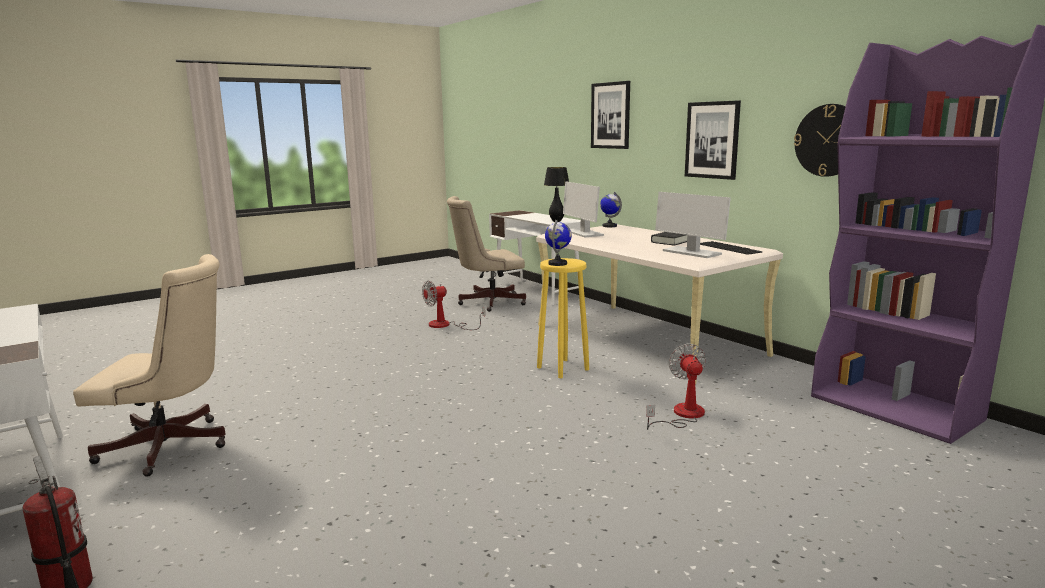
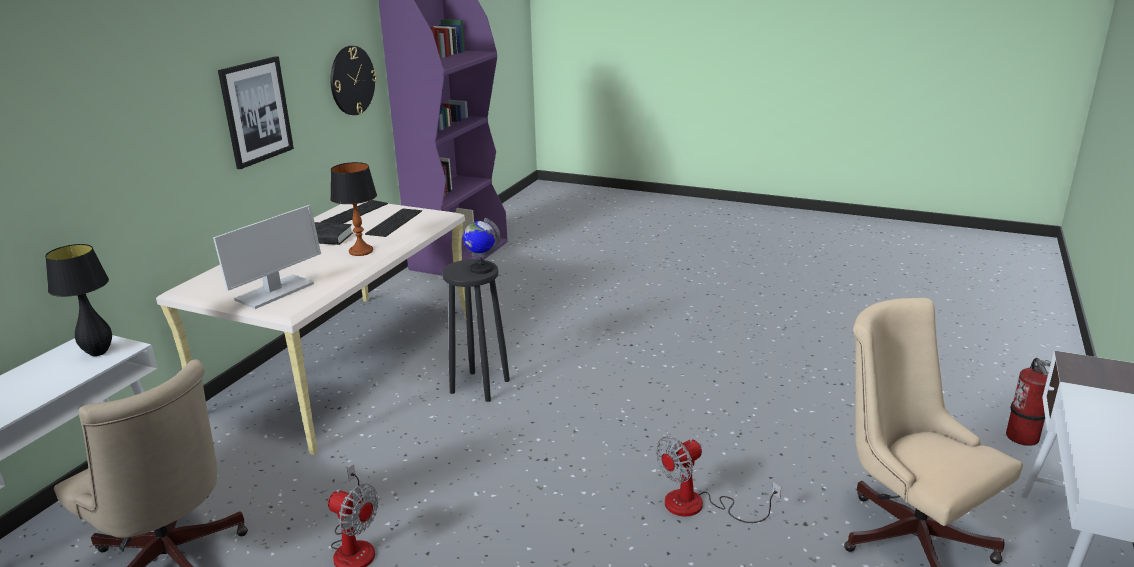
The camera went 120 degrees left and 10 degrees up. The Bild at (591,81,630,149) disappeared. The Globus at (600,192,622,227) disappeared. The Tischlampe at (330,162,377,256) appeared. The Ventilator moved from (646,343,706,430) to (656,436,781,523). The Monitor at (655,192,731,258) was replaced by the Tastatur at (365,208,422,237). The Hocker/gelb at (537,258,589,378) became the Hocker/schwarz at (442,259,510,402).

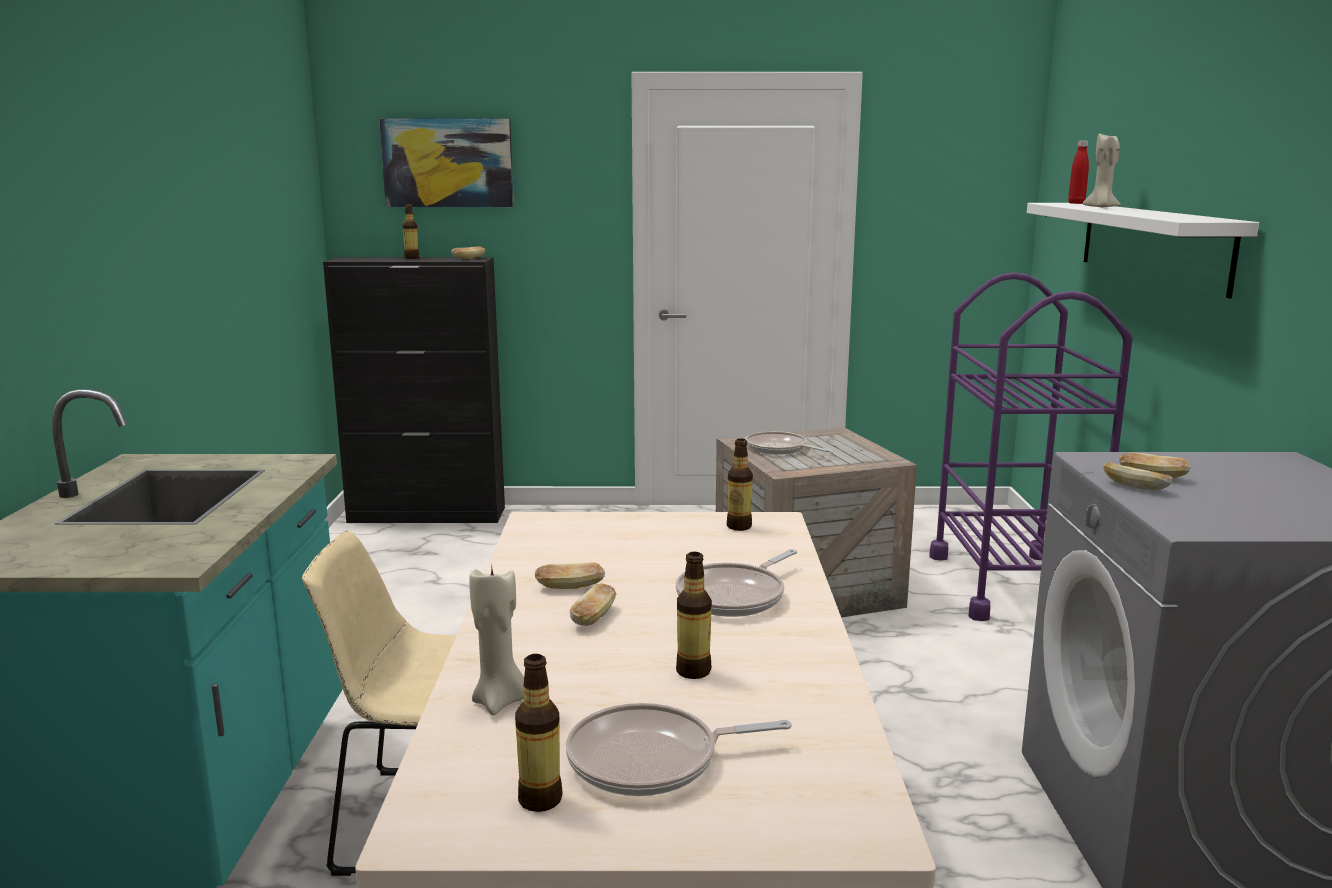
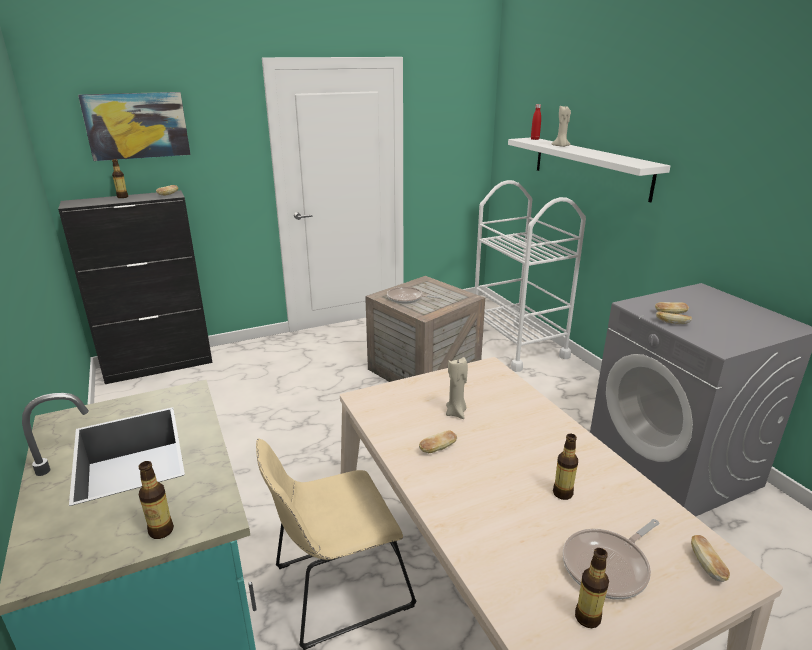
The camera went 25 degrees left and 10 degrees up. The Pfanne at (676,549,797,617) disappeared. The Kerze/beige moved from (469,566,524,715) to (446,357,468,419). The Brot moved from (570,583,616,626) to (691,535,730,582). The Flasche moved from (727,438,753,531) to (139,461,174,539). The Rollwagen/lila at (929,272,1133,621) became the Rollwagen/weiß at (474,180,586,372).

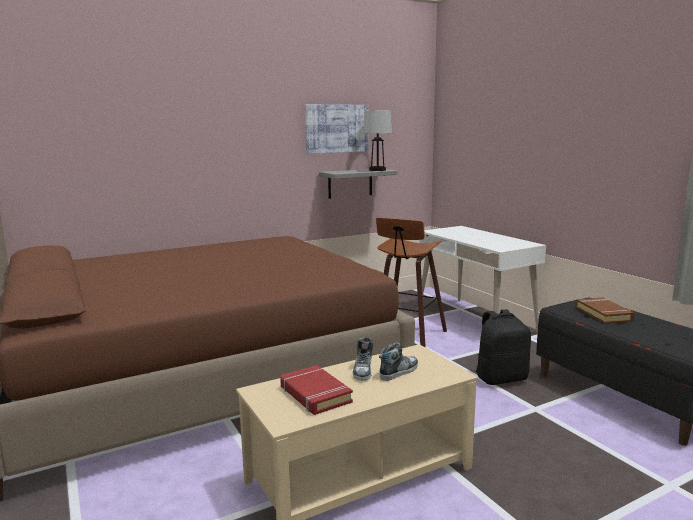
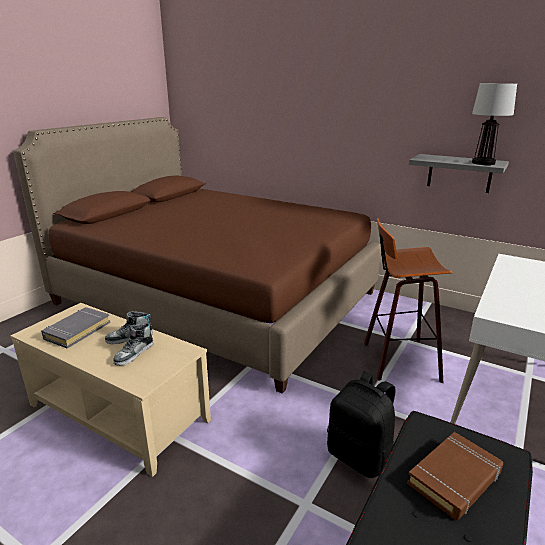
The camera went 60 degrees right and 10 degrees up. The Bild at (305,104,369,154) disappeared. The Buch/rot at (280,365,353,415) became the Buch/grau at (41,307,110,348). The Schuh at (379,343,418,381) turned 105 degrees clockwise.

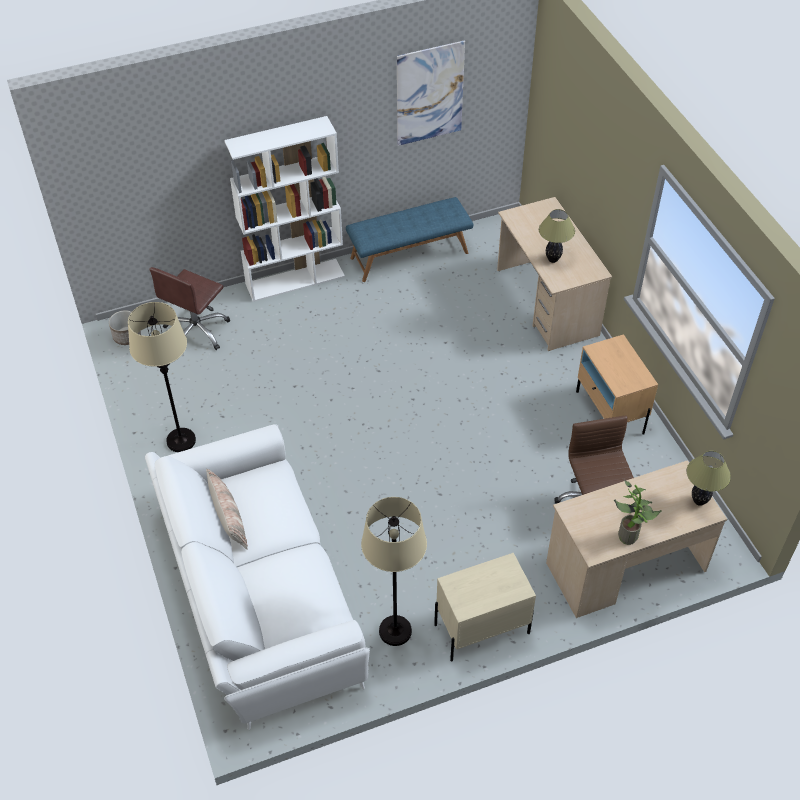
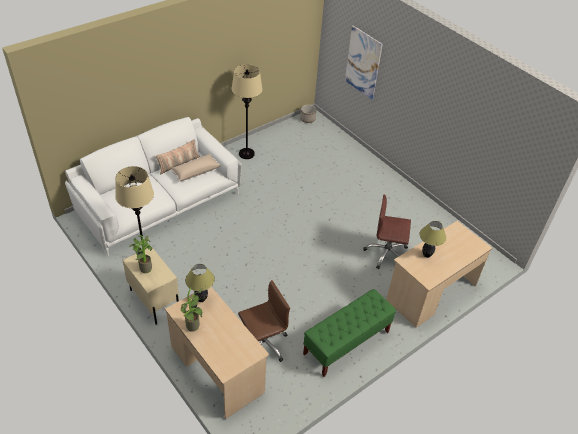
The camera went 70 degrees right and 5 degrees down. The Bücherregal/weiß at (224,116,345,302) disappeared. The Bank/blau at (346,197,473,282) disappeared. The Topfpflanze at (129,235,152,273) appeared. The Kissen/beige at (171,154,221,181) appeared. The Bürostuhl/braun moved from (149,267,230,350) to (364,195,411,269). The Bild moved from (397,41,465,146) to (345,25,383,100). The Tischlampe moved from (687,451,731,506) to (185,264,215,302). The Nachttisch/beige at (576,334,658,435) was replaced by the Bank/grün at (303,289,396,377).

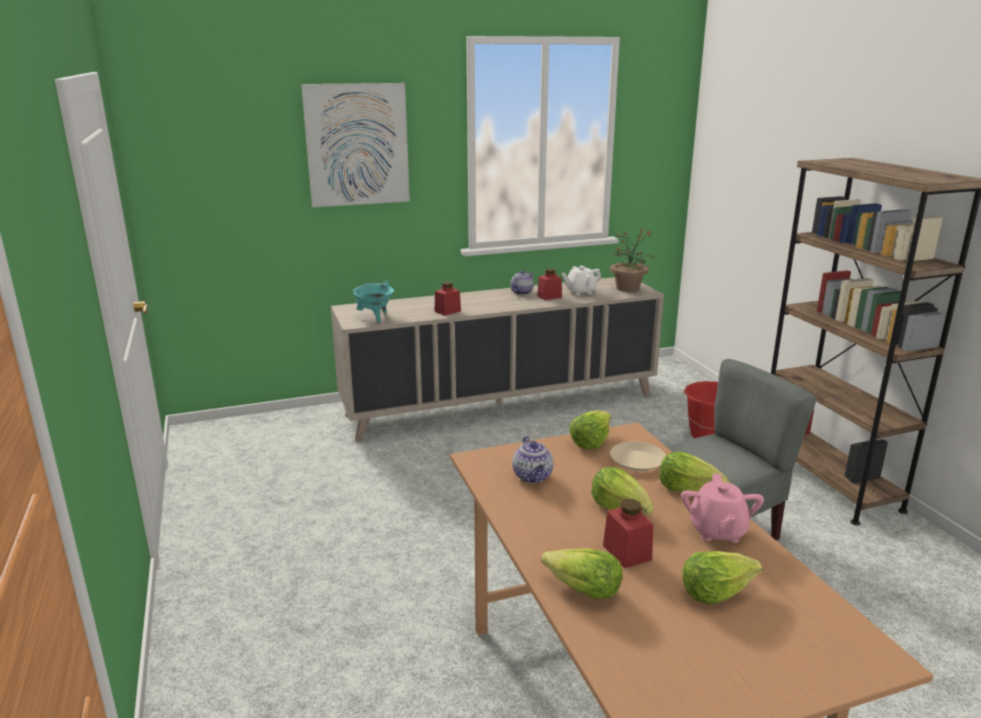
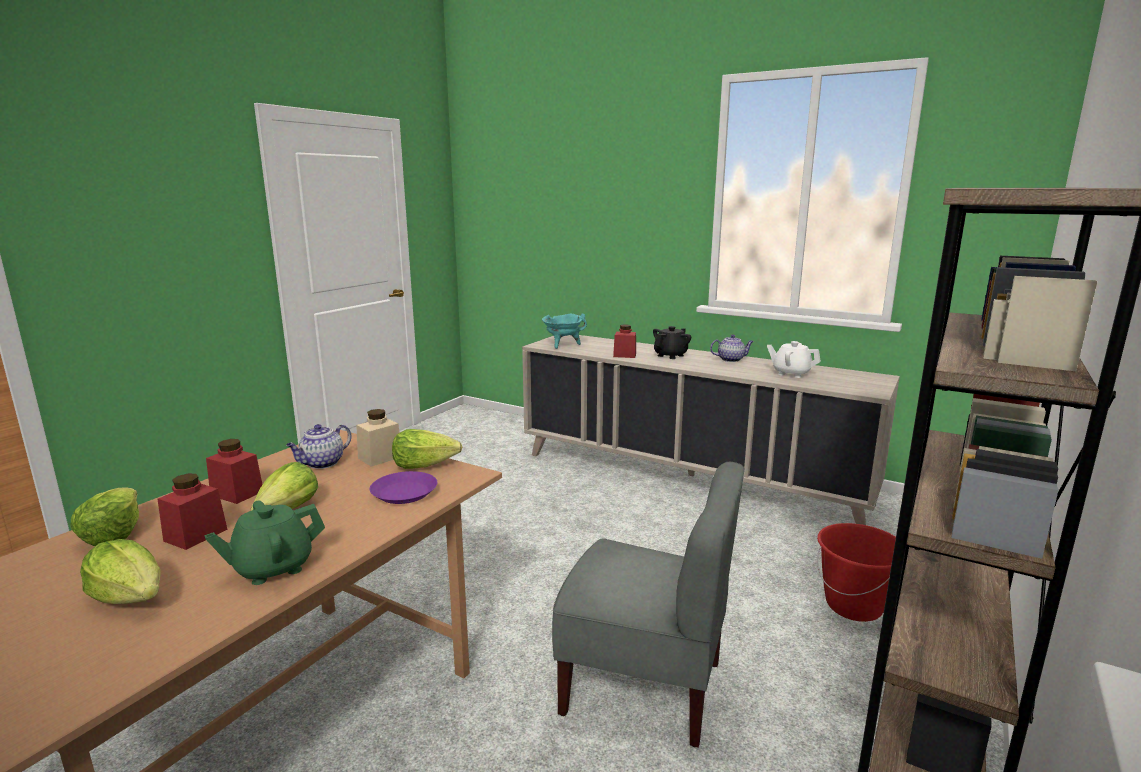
The camera went 50 degrees right and 5 degrees down. The Bild at (301,83,410,207) disappeared. The Topfpflanze at (610,228,654,292) disappeared. The Salatkopf at (659,451,729,492) disappeared. The Vorratsglas/beige at (356,409,400,467) appeared. The Teekanne/schwarz at (653,326,691,359) appeared. The Vorratsglas/rot moved from (537,269,562,300) to (206,439,263,504). The Teller/beige at (610,441,666,471) became the Teller/lila at (370,471,437,504). The Teekanne/rosa at (681,473,764,543) became the Teekanne/grün at (204,500,325,585).

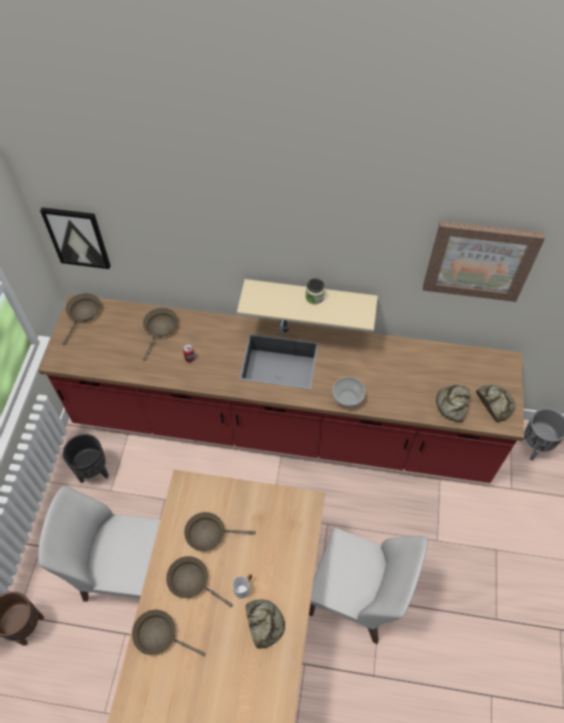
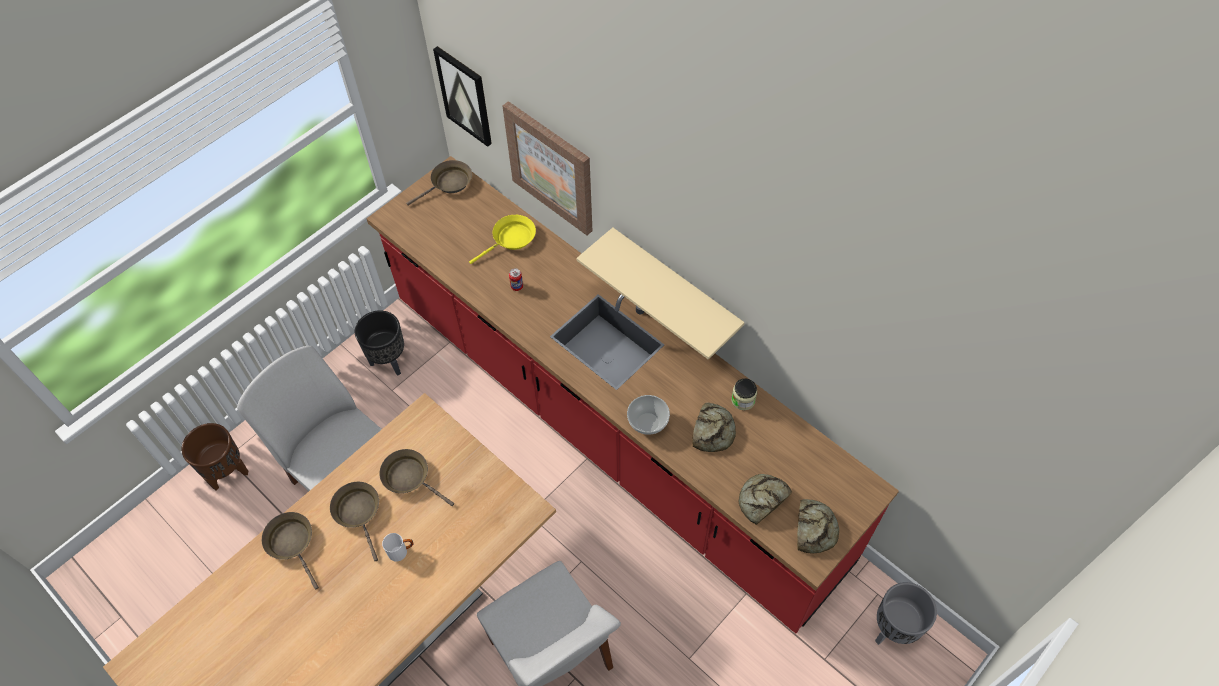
The camera went 35 degrees right and 0 degrees up. The Brot moved from (246,599,285,649) to (692,403,736,452). The Vorratsglas moved from (306,278,325,304) to (731,378,757,410). The Bild moved from (423,221,545,302) to (502,101,592,235). The Pfanne/braun at (143,308,178,361) became the Pfanne/gelb at (469,215,536,264).

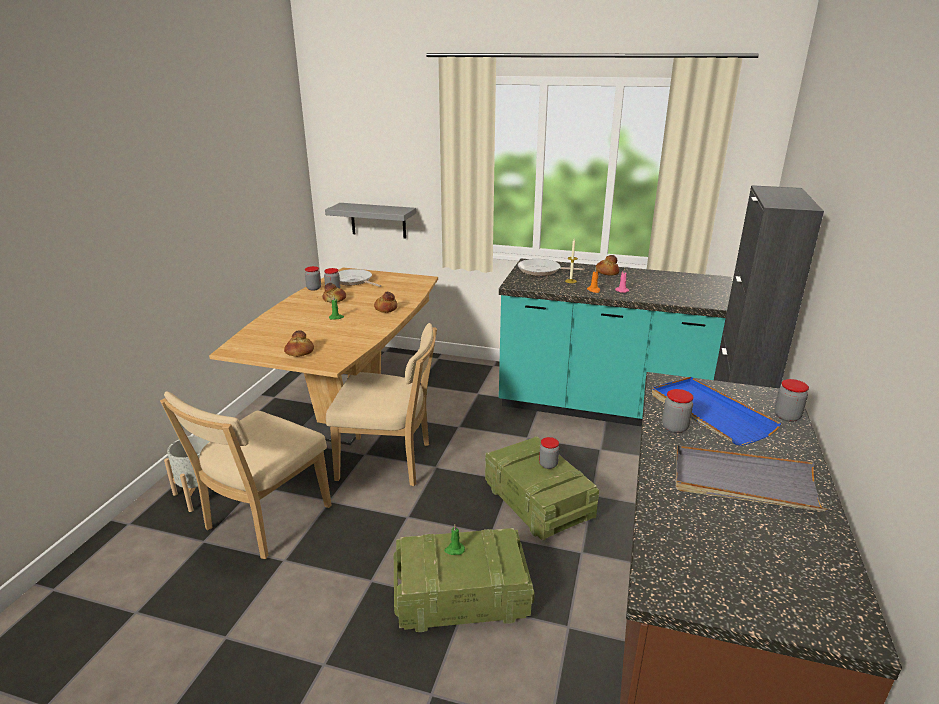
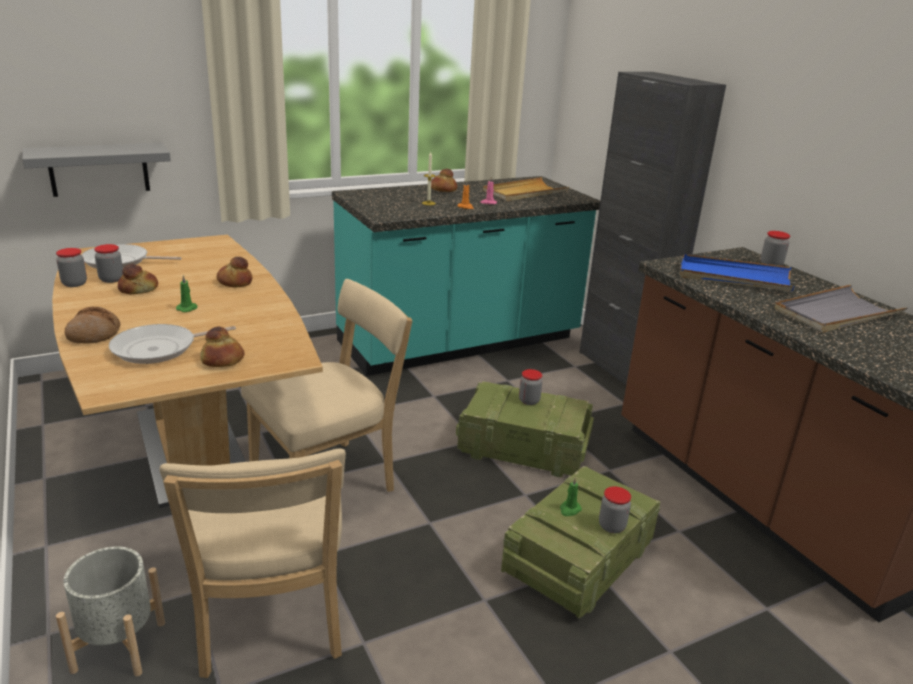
The camera went 45 degrees left and 0 degrees up. The Brot at (65,307,120,344) appeared. The Tablett/beige at (483,177,569,201) appeared. The Pfanne moved from (518,259,585,276) to (109,324,236,364). The Vorratsglas moved from (662,389,694,433) to (599,486,631,533).

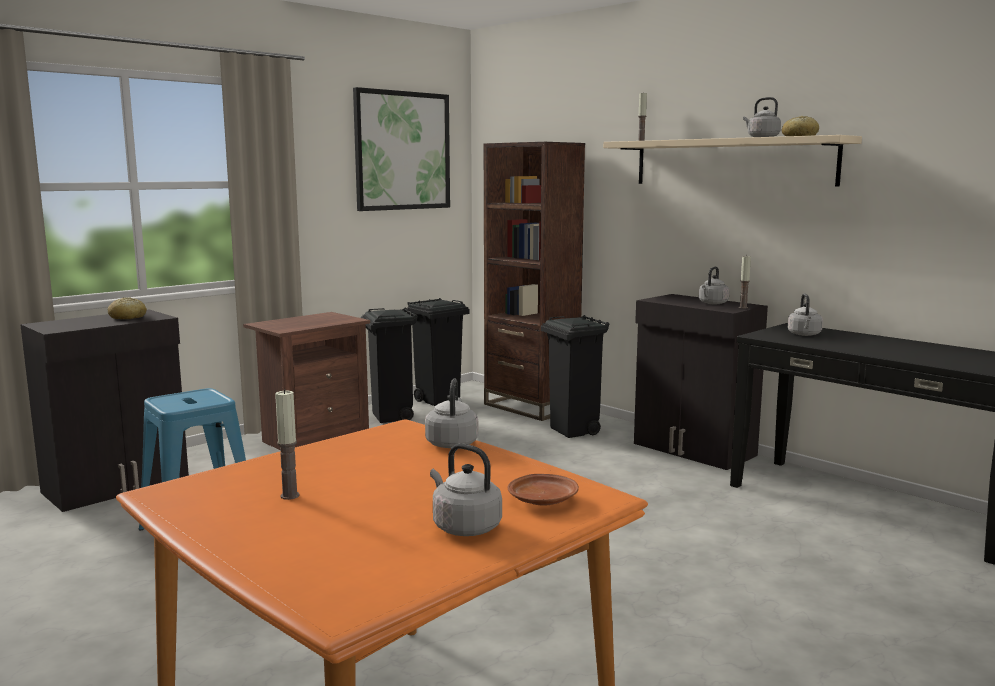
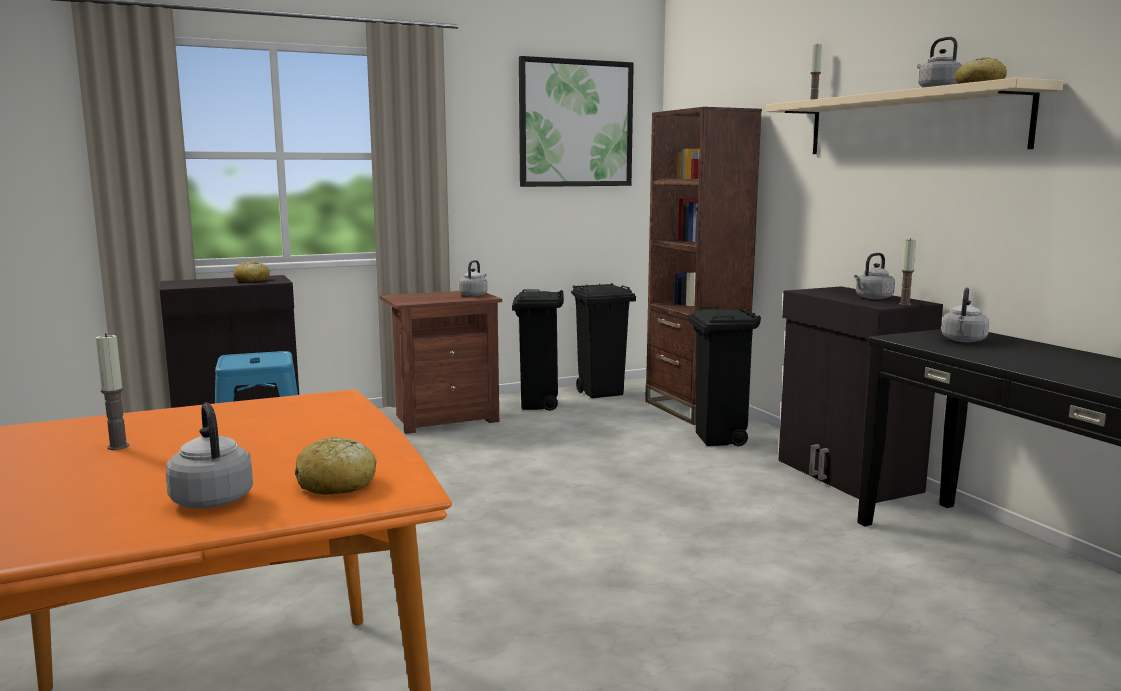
The camera went 20 degrees right and 0 degrees up. The Wasserkessel/grau moved from (425,378,478,448) to (459,260,487,297). The Teller/braun at (508,474,579,506) was replaced by the Brot at (295,436,376,495).

